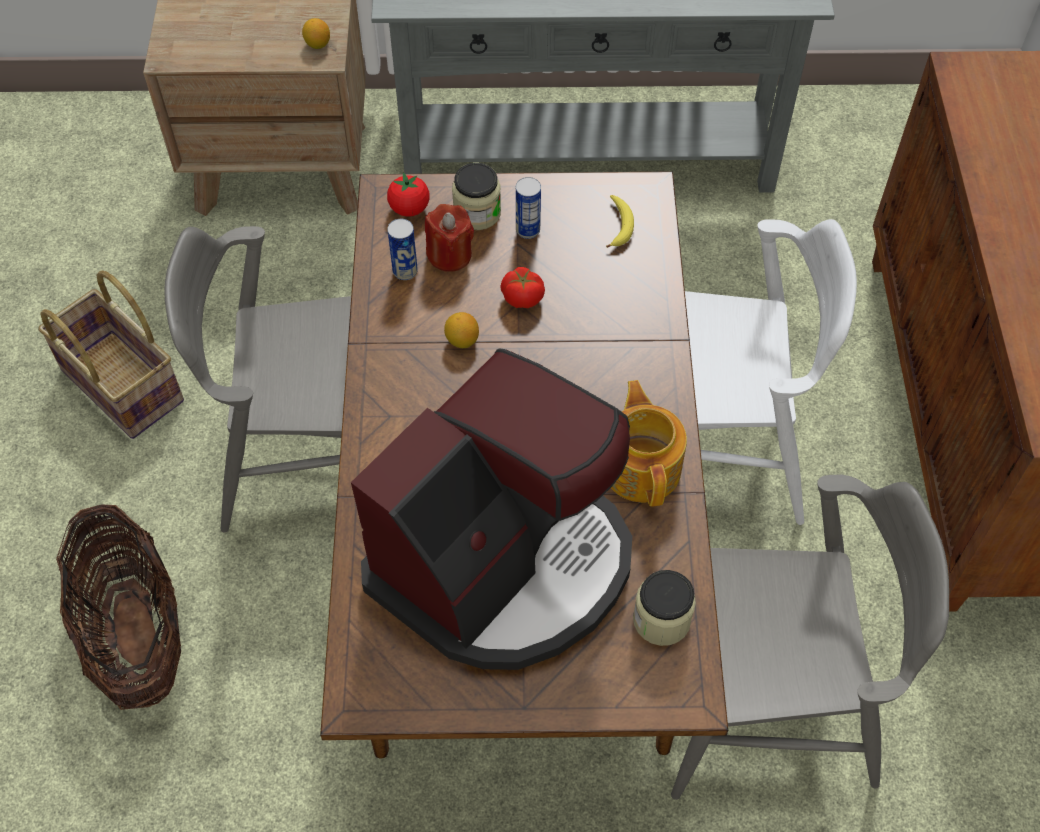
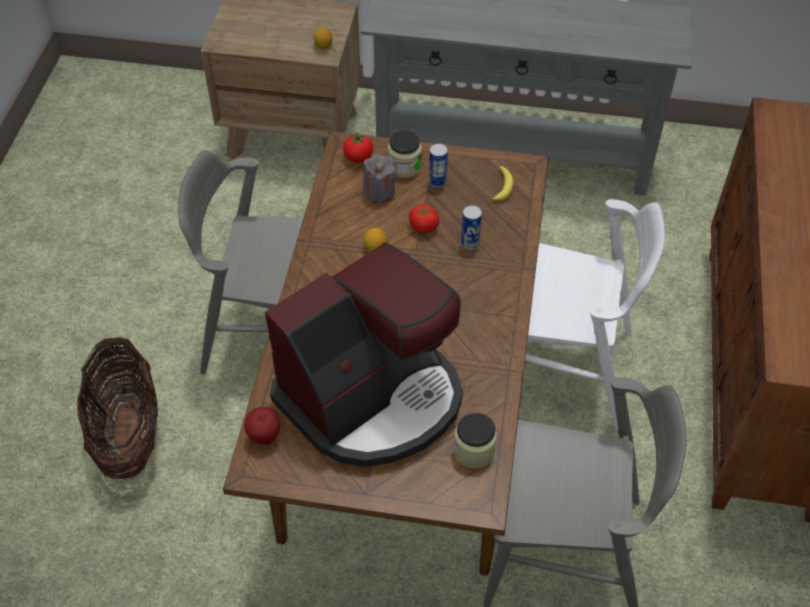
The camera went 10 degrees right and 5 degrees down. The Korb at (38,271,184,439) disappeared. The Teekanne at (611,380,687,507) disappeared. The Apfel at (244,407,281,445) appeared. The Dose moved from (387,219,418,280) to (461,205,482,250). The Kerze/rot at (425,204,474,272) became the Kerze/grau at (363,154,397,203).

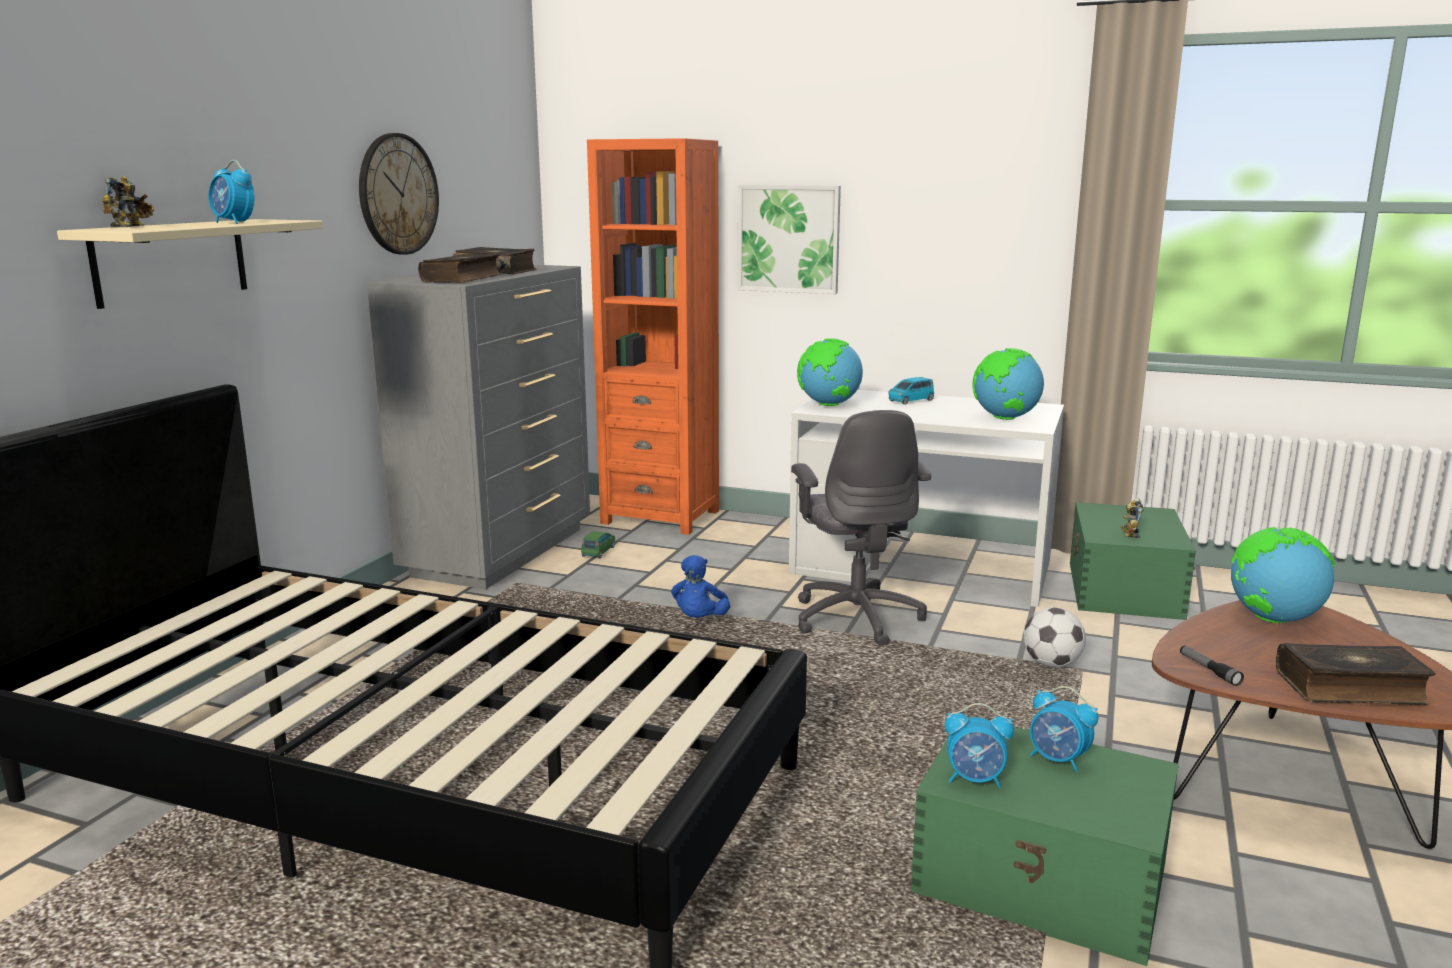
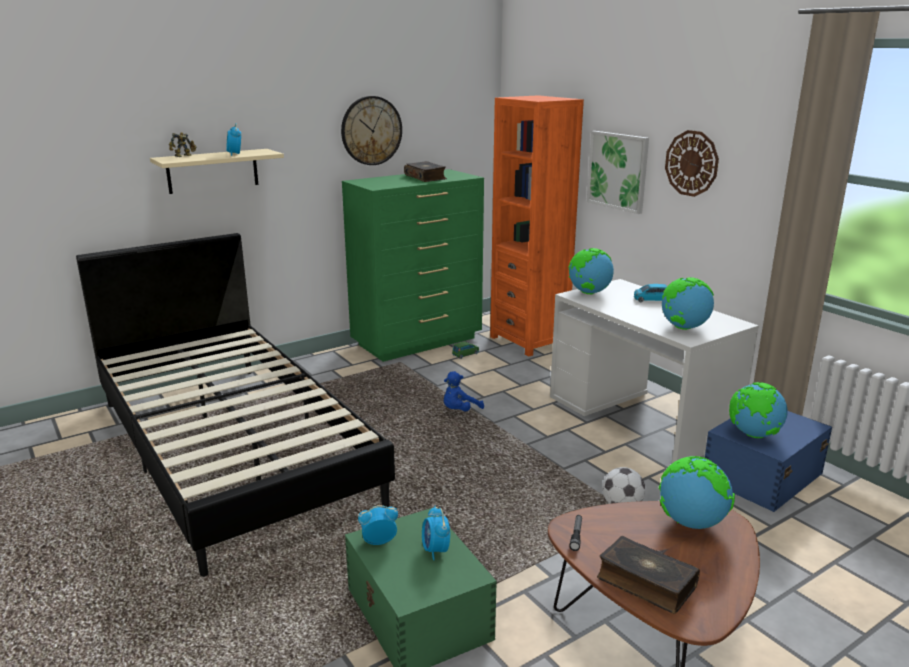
The camera went 35 degrees right and 5 degrees up. The Buch at (418,254,502,283) disappeared. The Bürostuhl/grau at (791,410,931,645) disappeared. The Wanduhr at (665,130,719,197) appeared. The Spielzeugroboter at (1121,498,1143,538) was replaced by the Globus at (729,382,788,438). The Kommode/grau at (367,265,590,589) became the Kommode/grün at (342,169,484,362). The Aufbewahrungsbox/grün at (1070,502,1196,620) became the Aufbewahrungsbox/blau at (705,411,832,512). The Wecker at (945,703,1014,788) turned 120 degrees clockwise.

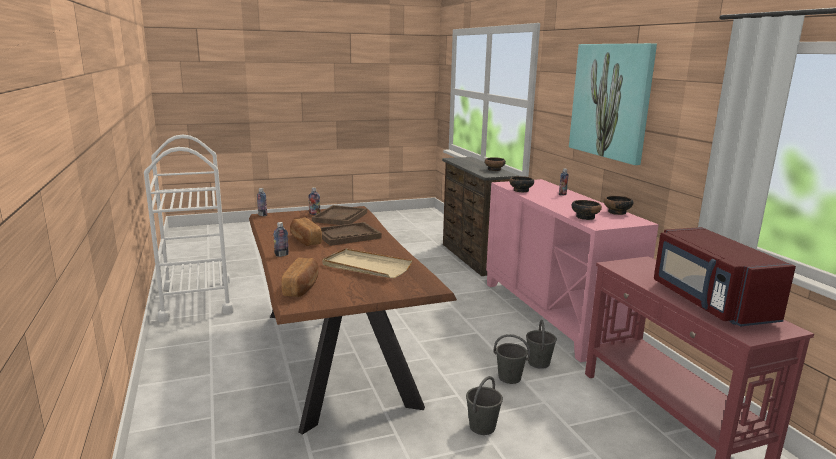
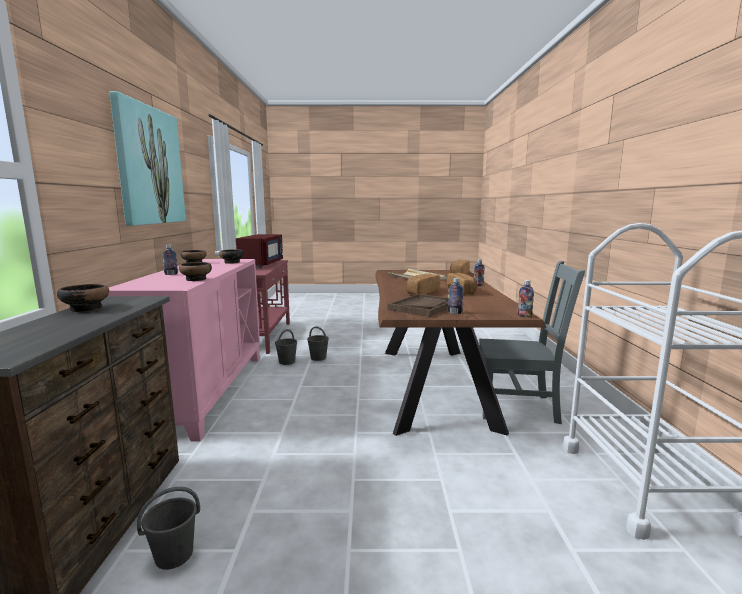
The camera went 160 degrees left and 5 degrees down. The Stuhl/grau at (477,261,585,424) appeared. The Eimer/grau moved from (466,376,503,435) to (137,487,200,570). The Tablett/braun at (321,222,382,246) was replaced by the Brot at (406,273,441,294).

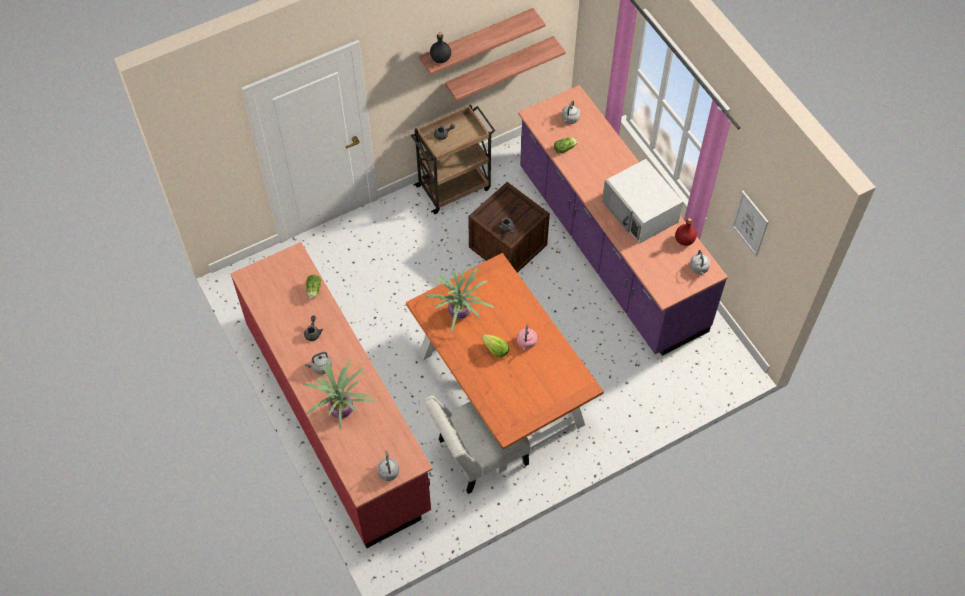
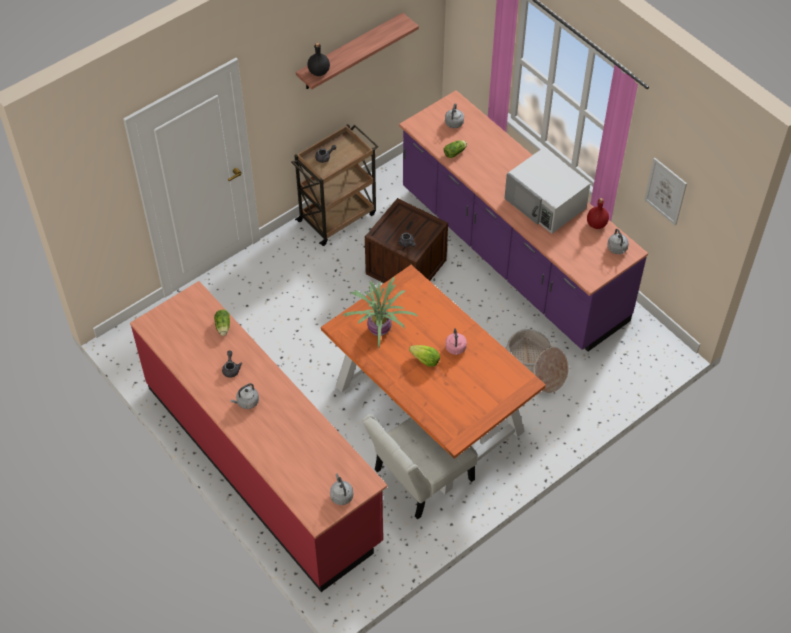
The camera went 10 degrees left and 5 degrees down. The Topfpflanze at (304,359,376,430) disappeared. The Wandregal at (445,36,566,101) disappeared. The Korb at (505,329,569,393) appeared.

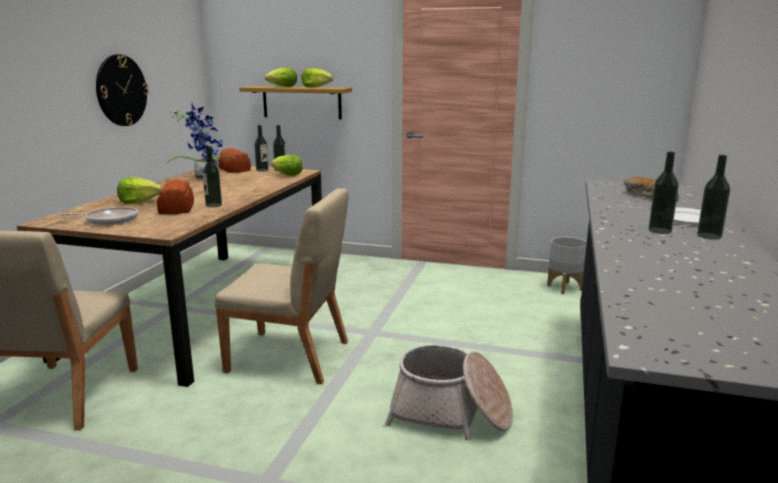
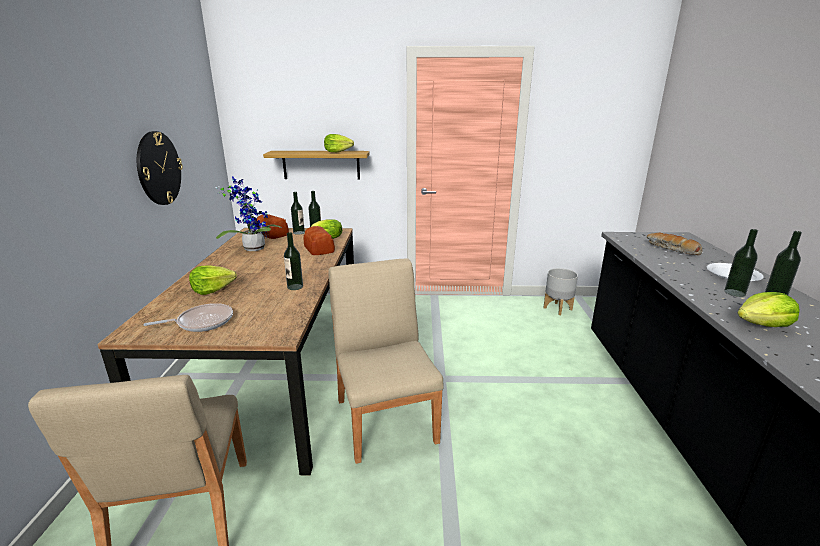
The camera went 15 degrees left and 5 degrees up. The Korb at (385,345,513,441) disappeared. The Brot moved from (157,180,194,214) to (304,226,335,255). The Salatkopf moved from (265,68,297,87) to (738,292,800,327). The Stuhl/beige at (215,188,349,384) turned 105 degrees counterclockwise.

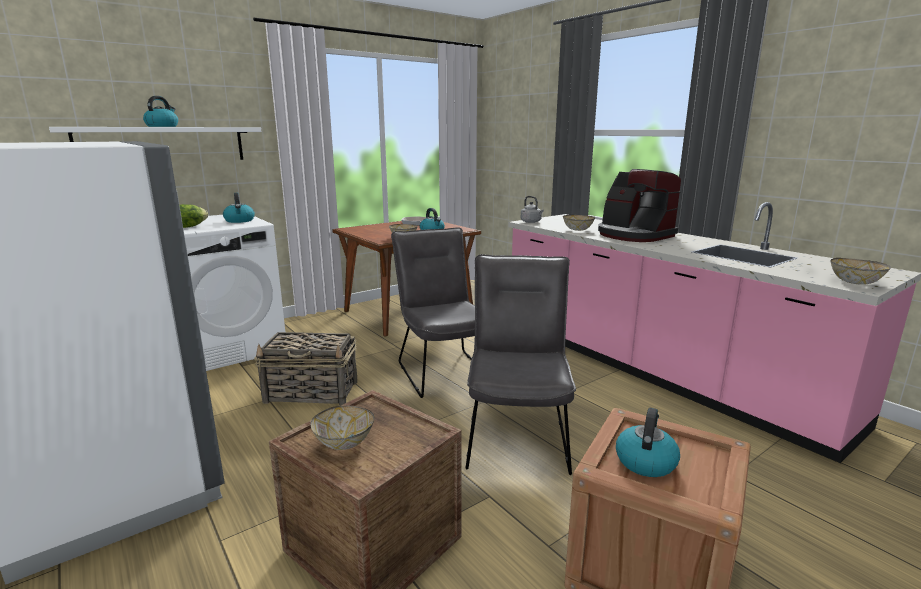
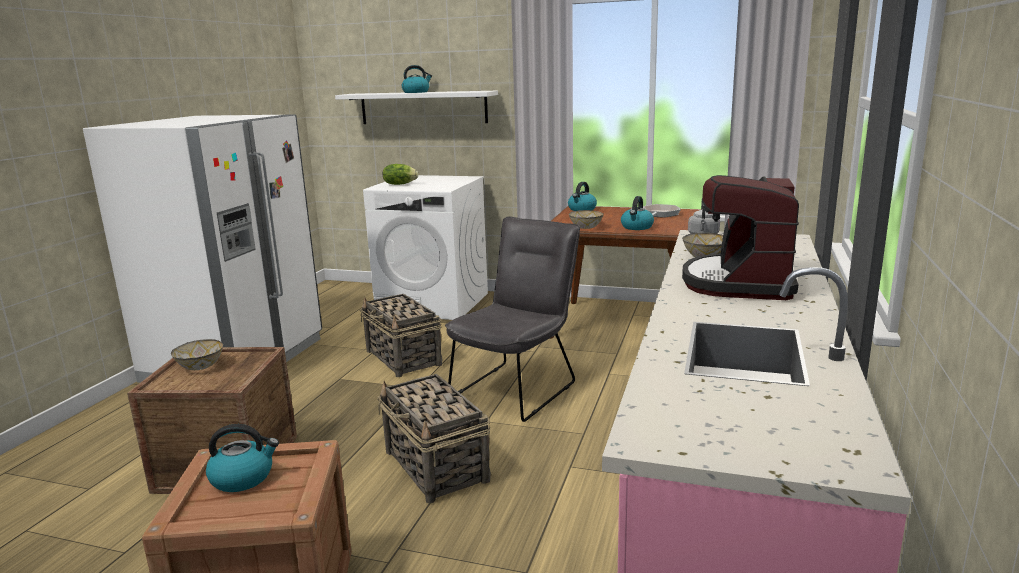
The camera went 55 degrees right and 0 degrees up. The Schüssel at (830,258,891,285) disappeared. The Wasserkessel moved from (223,193,255,223) to (568,182,597,211). The Stuhl/grau at (466,254,576,475) was replaced by the Korb at (377,374,491,504).

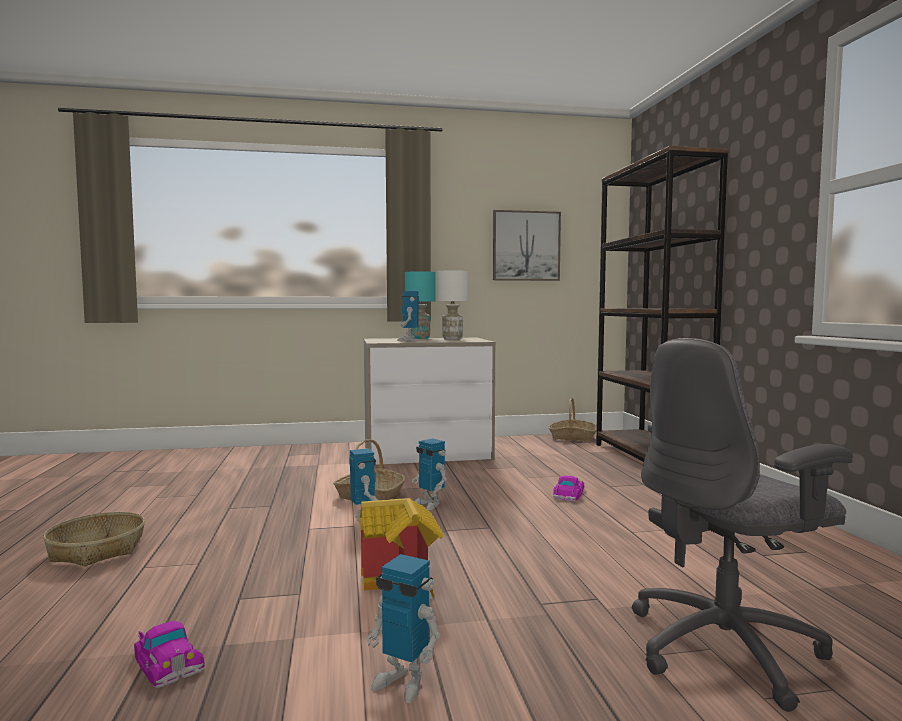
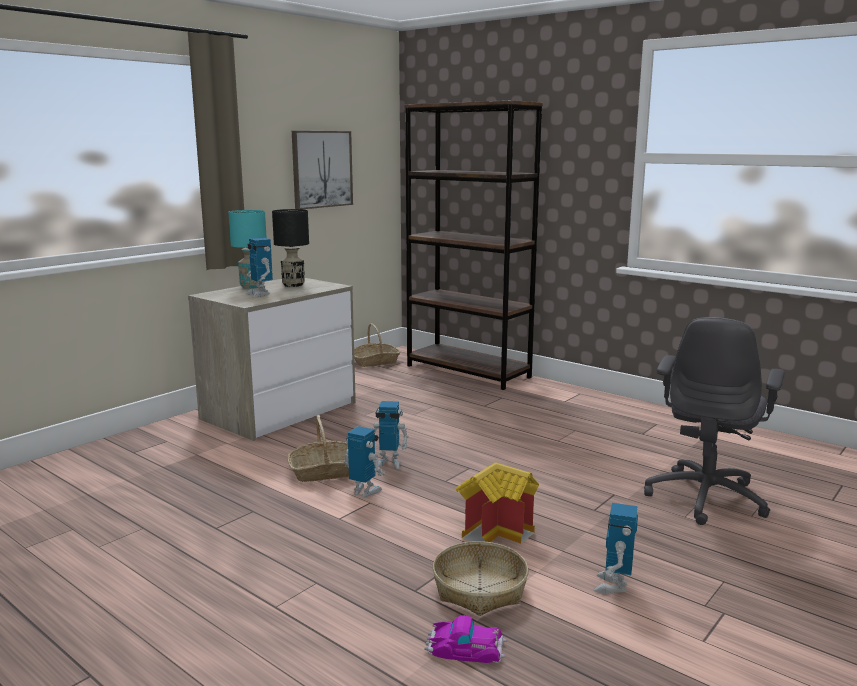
The camera went 40 degrees left and 10 degrees up. The Spielzeugauto at (553,474,584,502) disappeared. The Korb moved from (43,512,145,566) to (433,541,529,616). The Tischlampe/weiß at (437,270,468,340) became the Tischlampe/schwarz at (272,209,309,287). The Spielzeugroboter at (366,554,440,703) turned 120 degrees clockwise.

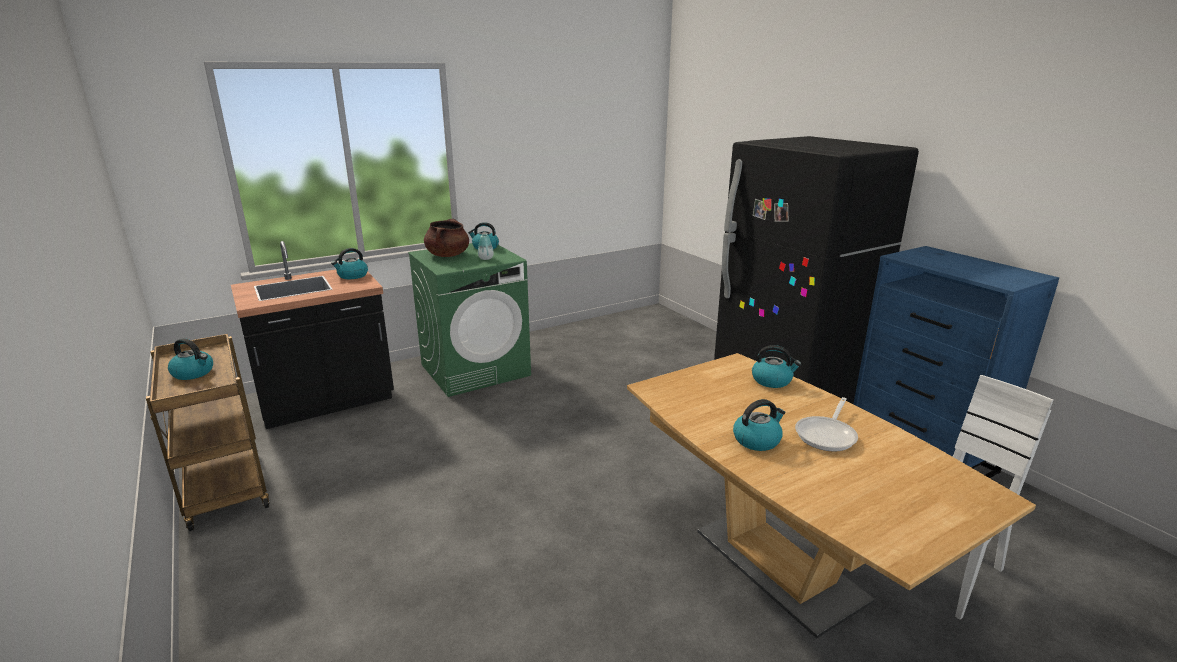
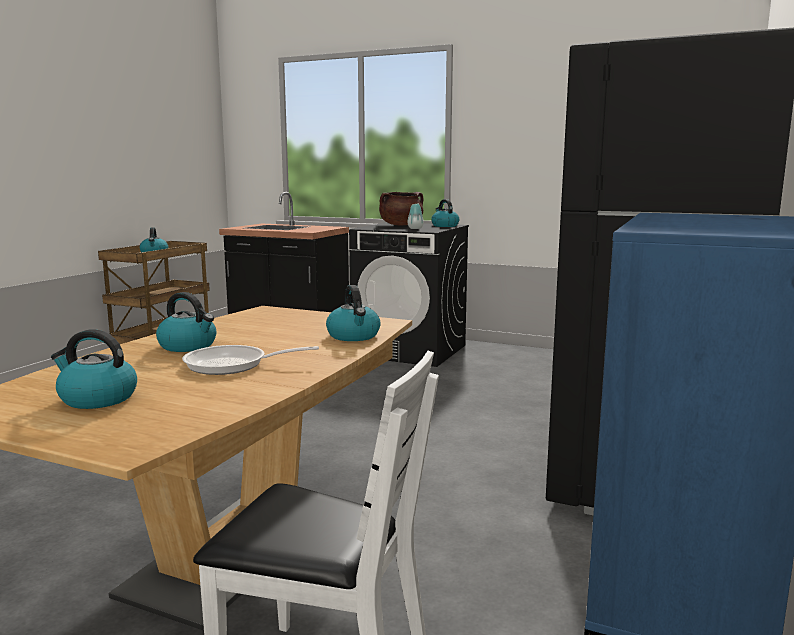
The camera went 55 degrees right and 10 degrees down. The Wasserkessel moved from (331,248,368,279) to (51,329,137,409). The Waschmaschine/grün at (408,243,531,397) became the Waschmaschine/schwarz at (349,222,469,367).

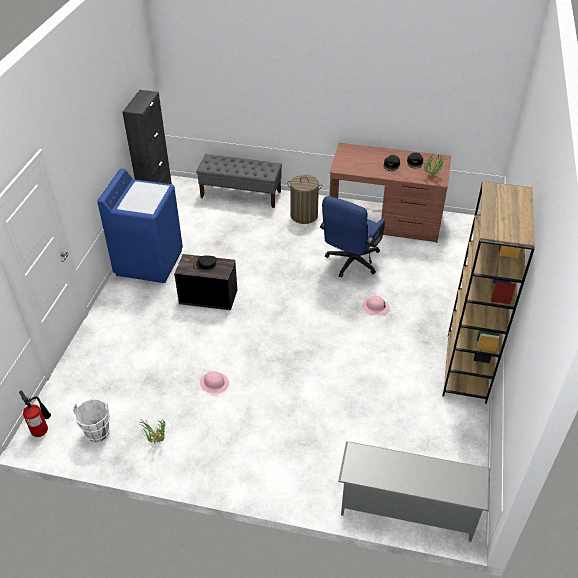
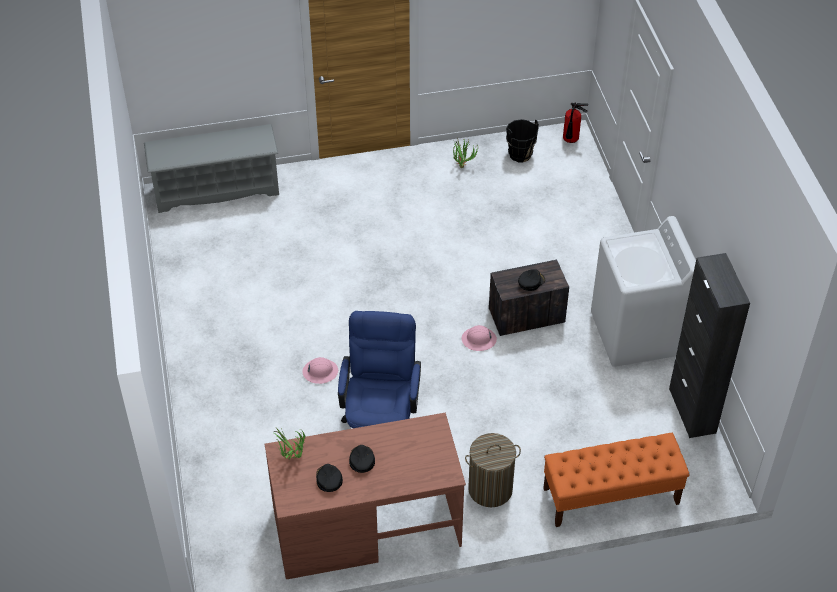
The camera went 155 degrees right and 5 degrees up. The Bücherregal/braun at (443,181,535,404) disappeared. The Schutzhelm/rosa moved from (200,371,229,394) to (462,325,497,351). The Eimer/weiß at (73,399,110,442) became the Eimer/schwarz at (506,119,539,162). The Waschmaschine/blau at (97,169,183,283) became the Waschmaschine/weiß at (591,216,696,367). The Bank/grau at (196,154,282,208) became the Bank/orange at (543,433,690,527).

